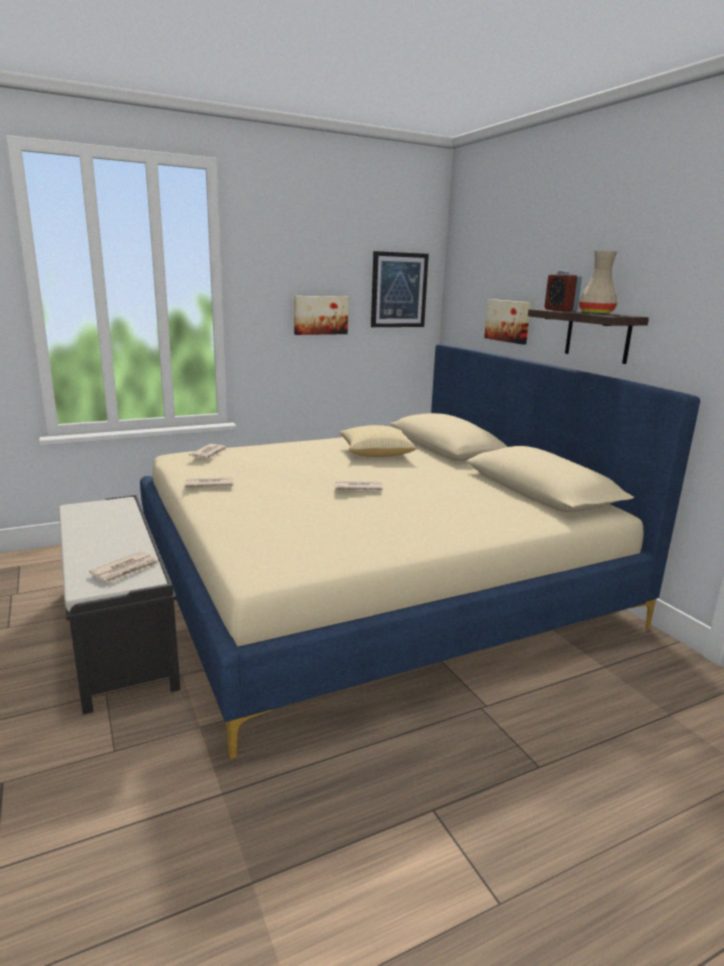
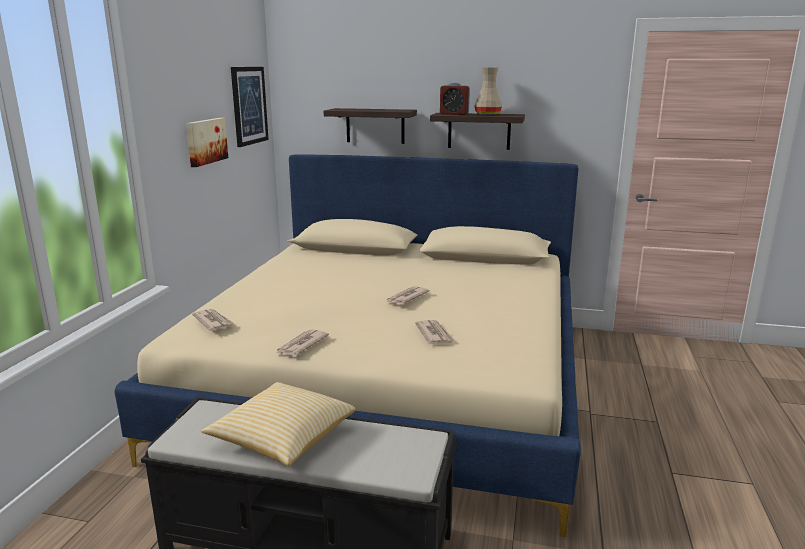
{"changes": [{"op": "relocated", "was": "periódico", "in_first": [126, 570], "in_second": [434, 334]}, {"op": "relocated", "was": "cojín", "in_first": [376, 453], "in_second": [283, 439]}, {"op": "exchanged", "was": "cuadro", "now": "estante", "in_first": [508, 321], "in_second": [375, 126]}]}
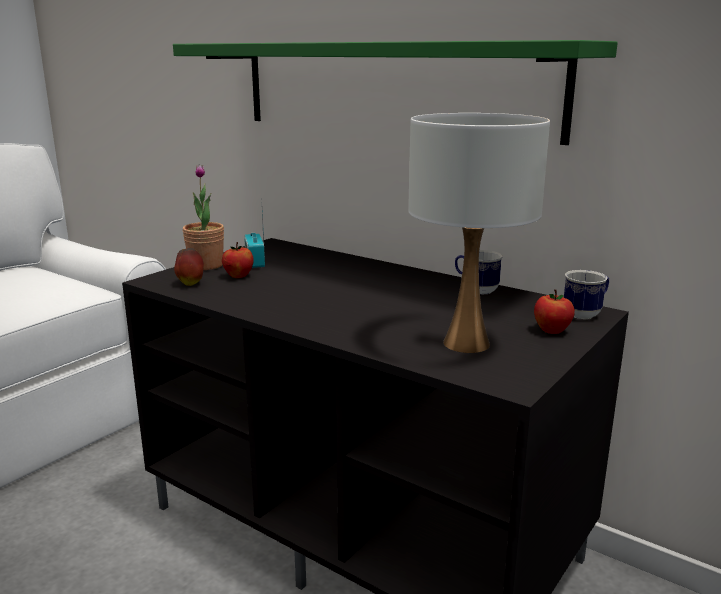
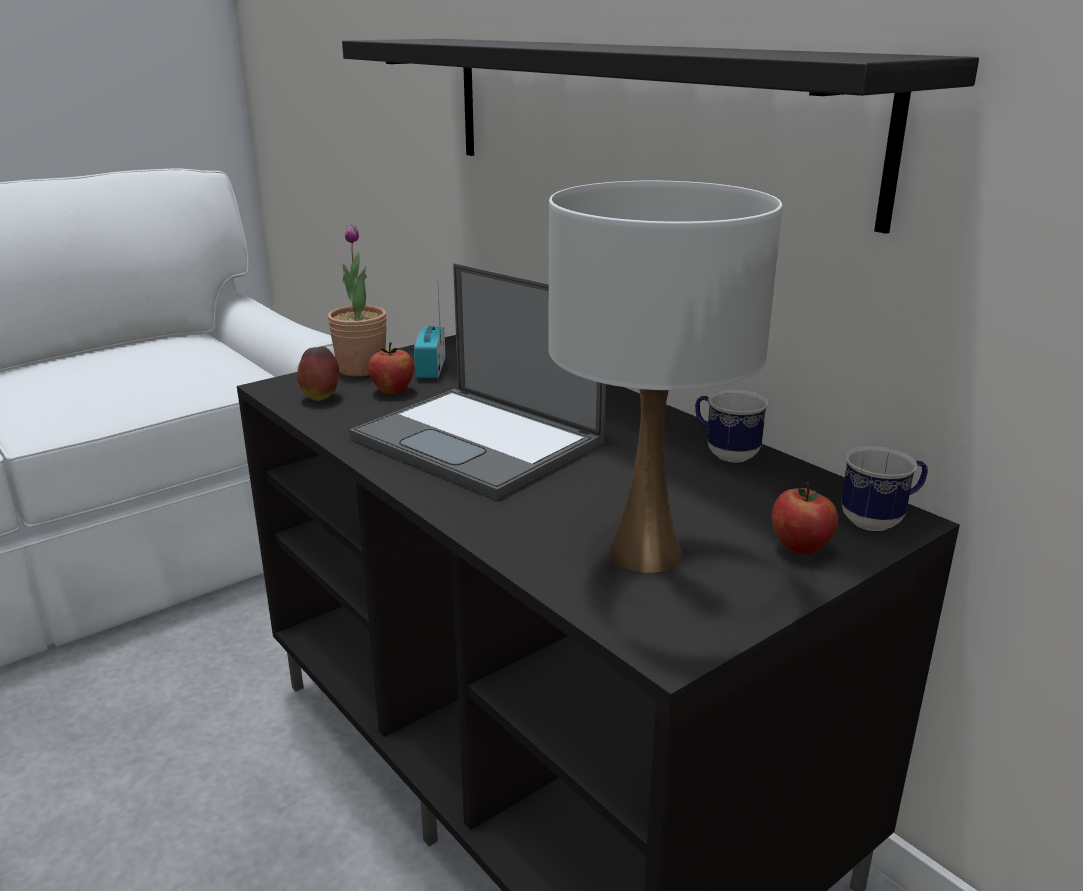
{"changes": [{"op": "appeared", "now": "portátil", "in_second": [480, 441]}, {"op": "colour", "was": "estante [verde]", "now": "estante [negro]", "in_first": [389, 87], "in_second": [636, 117]}]}
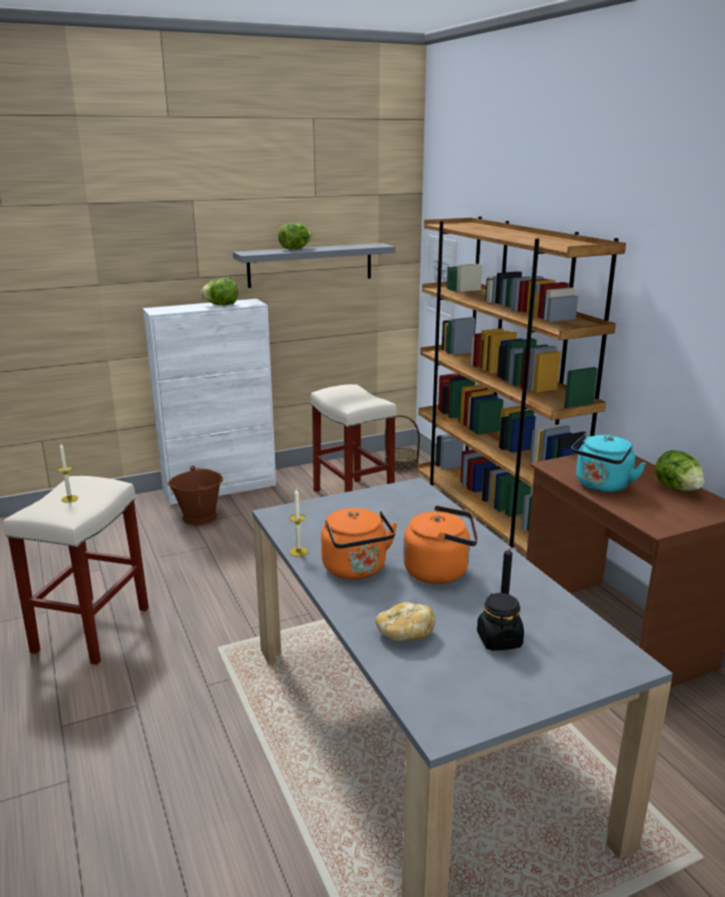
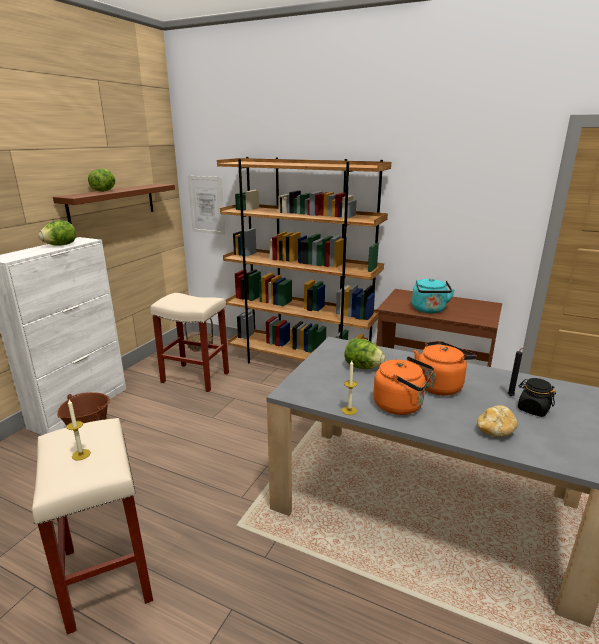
{"changes": [{"op": "relocated", "was": "lechuga", "in_first": [677, 489], "in_second": [362, 367]}, {"op": "colour", "was": "estante [gris]", "now": "estante [marrón]", "in_first": [310, 265], "in_second": [112, 204]}]}
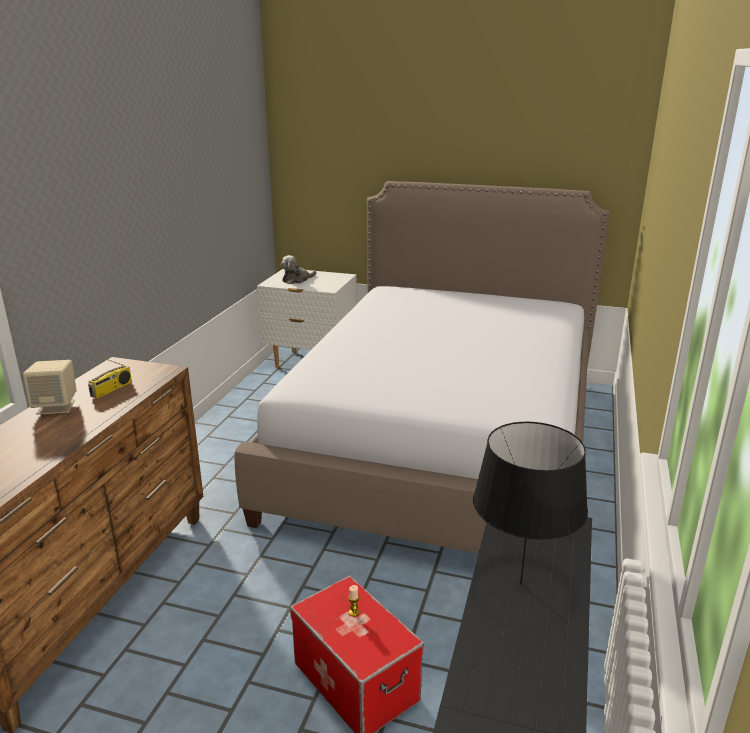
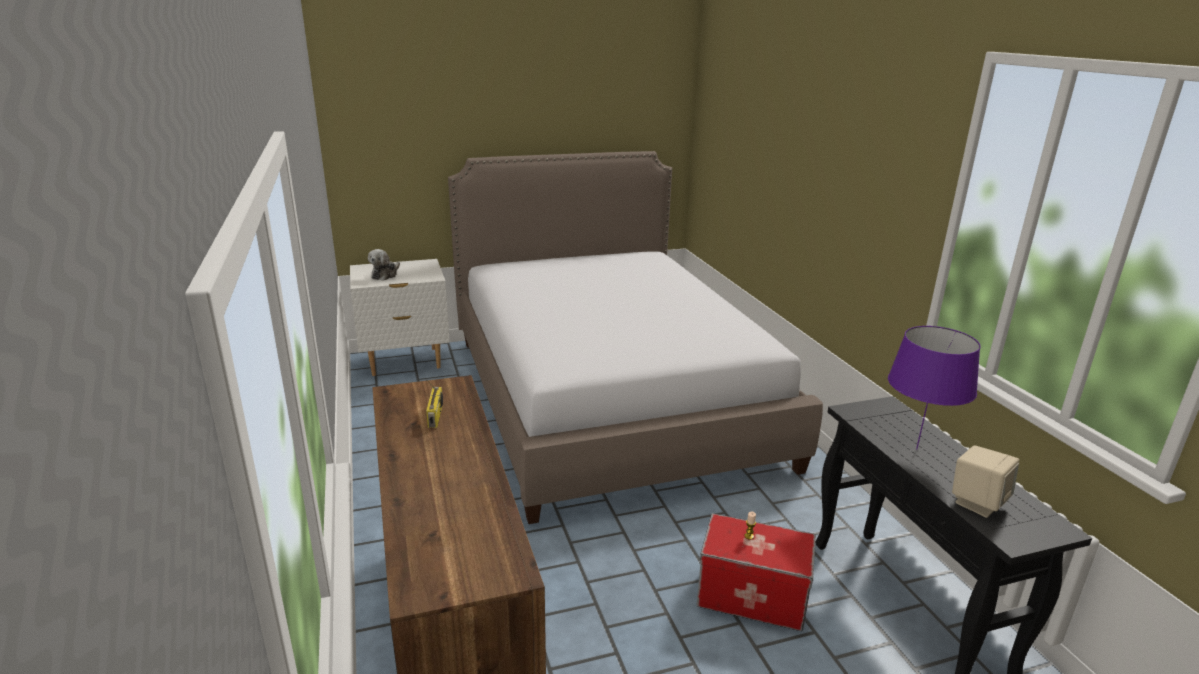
{"changes": [{"op": "relocated", "was": "altavoz [beis]", "in_first": [56, 407], "in_second": [977, 502]}, {"op": "colour", "was": "lámpara de mesa [negro]", "now": "lámpara de mesa [morado]", "in_first": [521, 584], "in_second": [917, 449]}]}
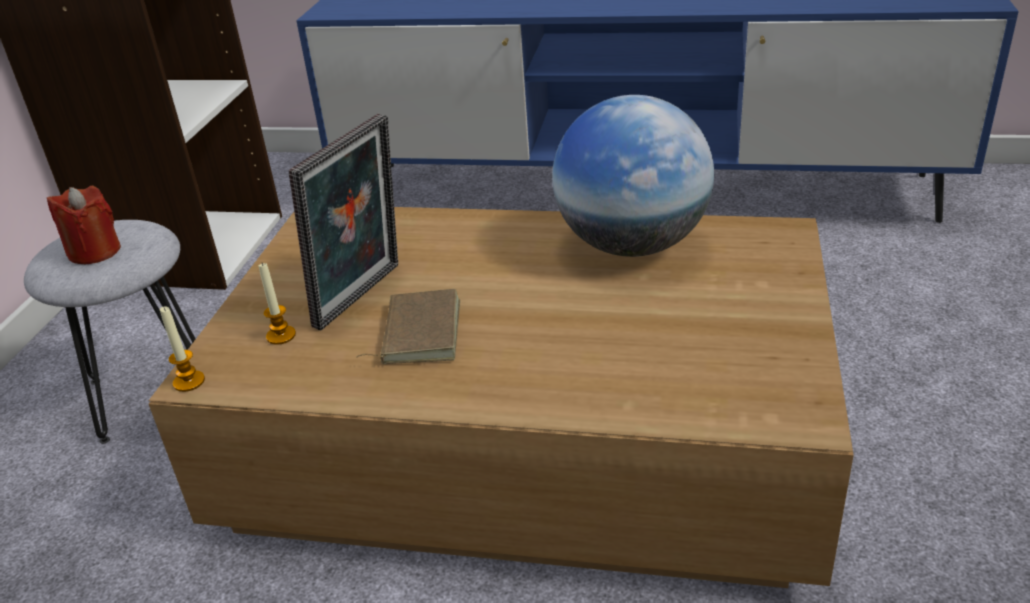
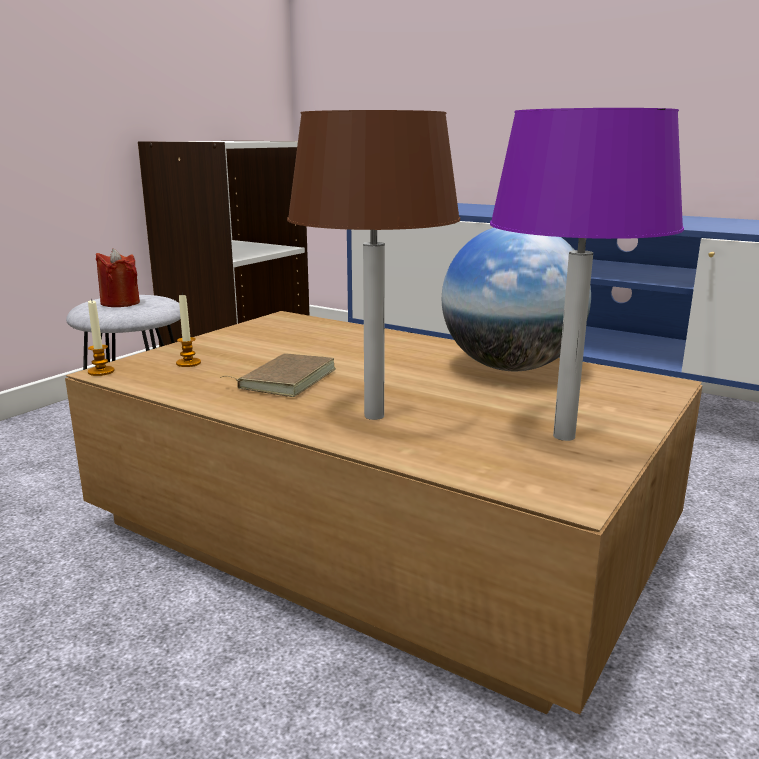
{"changes": [{"op": "missing", "was": "portarretratos", "in_first": [363, 297]}, {"op": "appeared", "now": "lámpara de mesa [marrón]", "in_second": [373, 416]}, {"op": "appeared", "now": "lámpara de mesa [morado]", "in_second": [564, 436]}]}
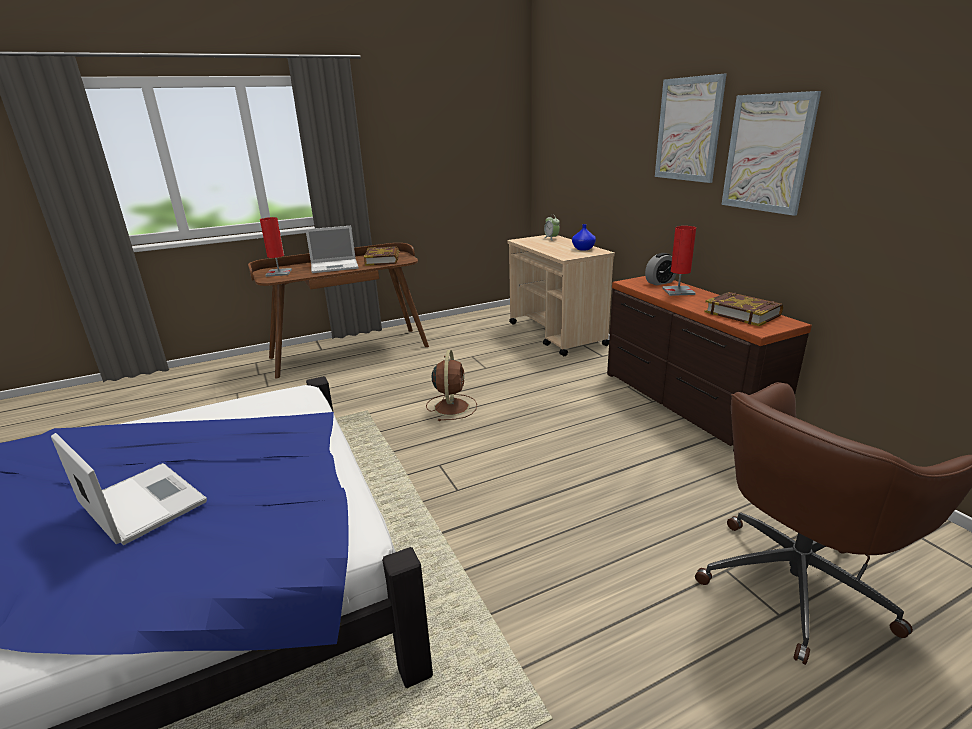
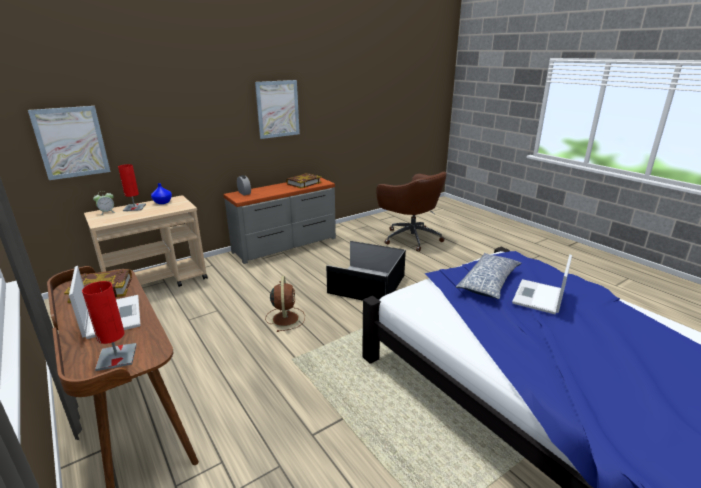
{"changes": [{"op": "appeared", "now": "caja de almacenaje [negro]", "in_second": [367, 283]}, {"op": "appeared", "now": "cojín", "in_second": [489, 282]}, {"op": "relocated", "was": "cuadro", "in_first": [688, 129], "in_second": [71, 142]}, {"op": "relocated", "was": "lámpara de mesa [rojo]", "in_first": [678, 291], "in_second": [134, 208]}, {"op": "colour", "was": "cómoda [marrón]", "now": "cómoda [gris]", "in_first": [683, 403], "in_second": [286, 245]}, {"op": "spun", "was": "ventilador [marrón]", "in_first": [451, 406], "in_second": [285, 318], "clockwise": 90}]}
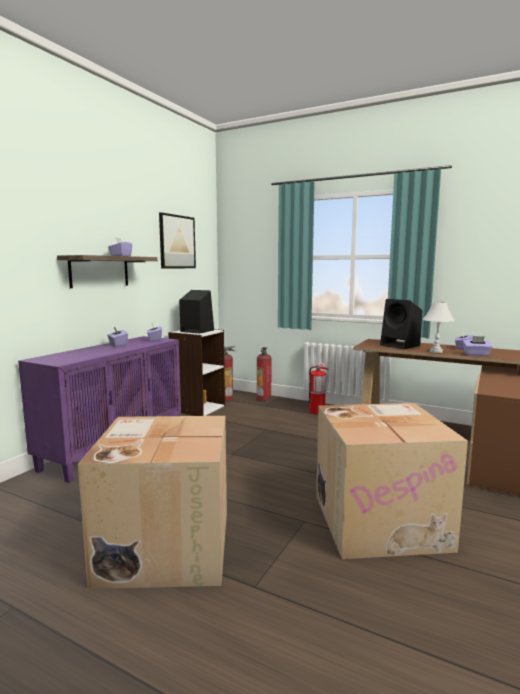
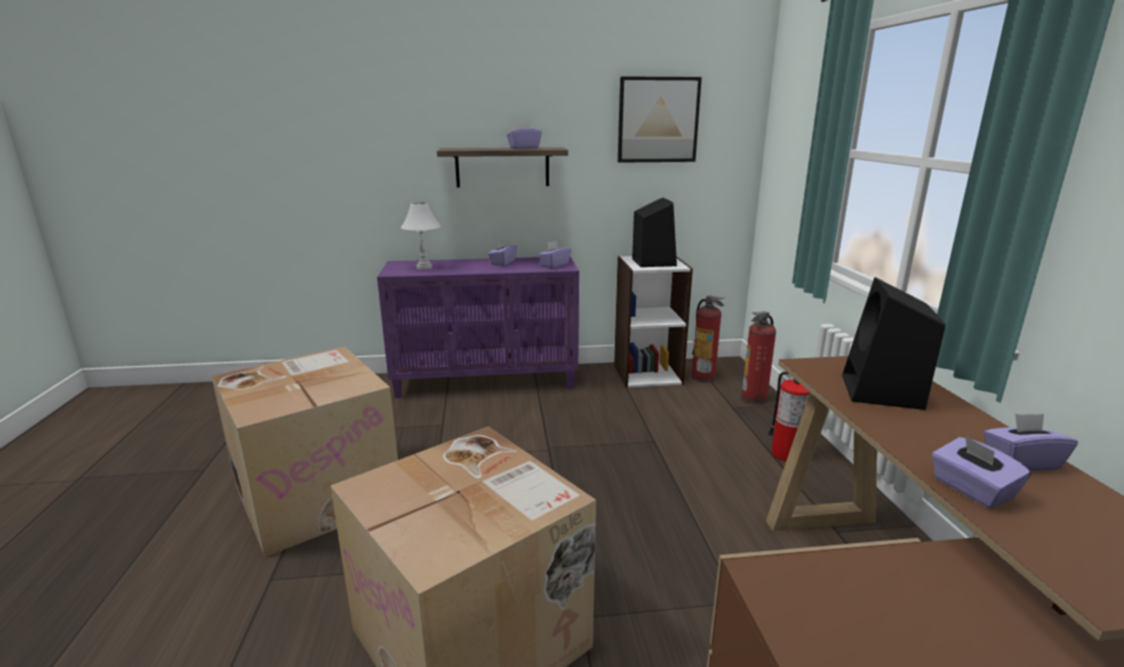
{"changes": [{"op": "relocated", "was": "lámpara de mesa [blanco]", "in_first": [436, 351], "in_second": [424, 267]}]}
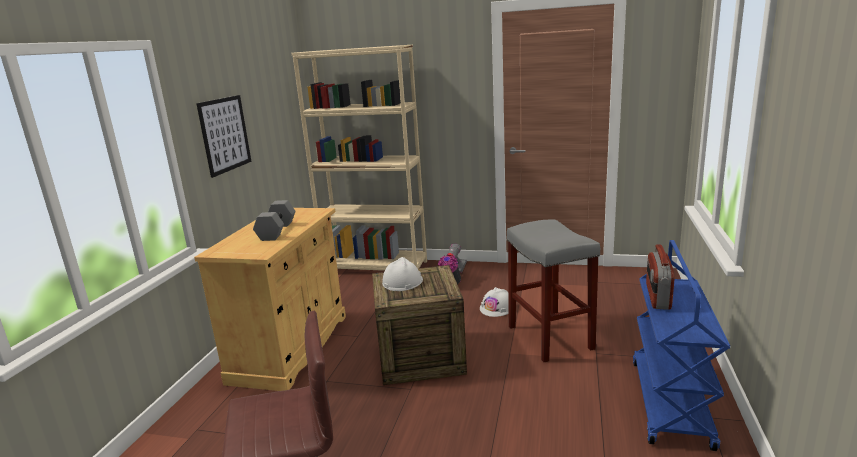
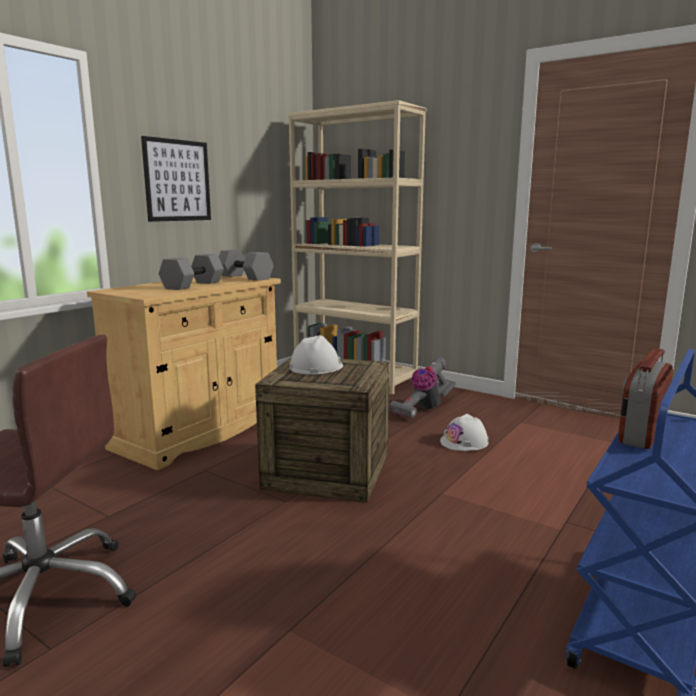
{"changes": [{"op": "missing", "was": "taburete [gris]", "in_first": [548, 337]}, {"op": "appeared", "now": "mancuerna [gris]", "in_second": [244, 277]}]}
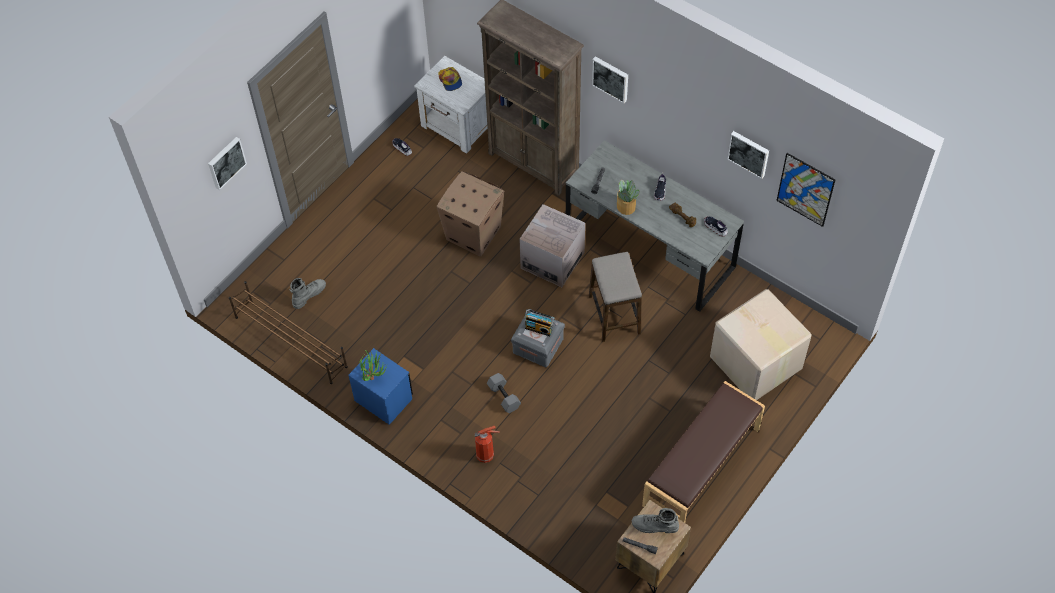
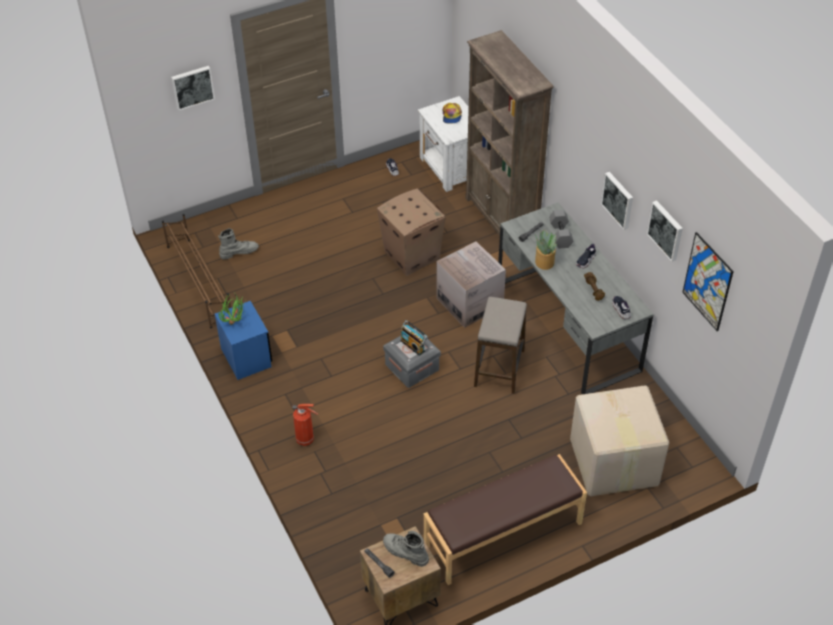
{"changes": [{"op": "relocated", "was": "mancuerna [gris]", "in_first": [503, 397], "in_second": [559, 234]}, {"op": "relocated", "was": "cuadro", "in_first": [611, 78], "in_second": [618, 200]}]}
